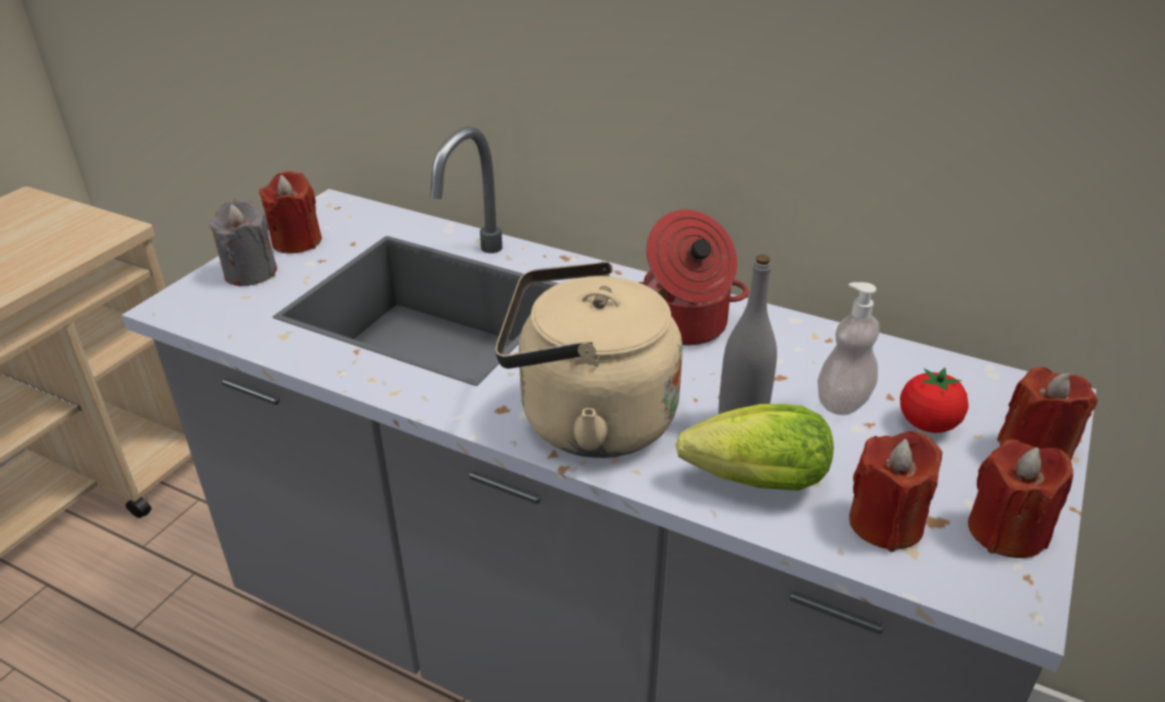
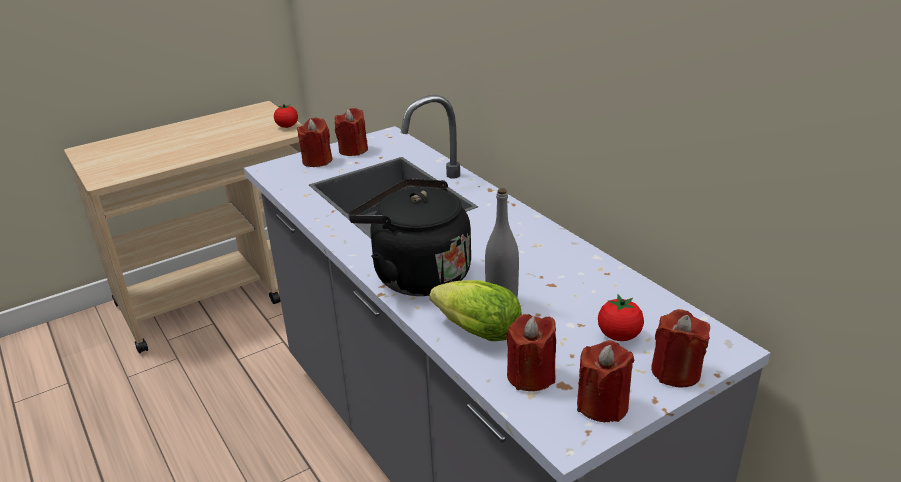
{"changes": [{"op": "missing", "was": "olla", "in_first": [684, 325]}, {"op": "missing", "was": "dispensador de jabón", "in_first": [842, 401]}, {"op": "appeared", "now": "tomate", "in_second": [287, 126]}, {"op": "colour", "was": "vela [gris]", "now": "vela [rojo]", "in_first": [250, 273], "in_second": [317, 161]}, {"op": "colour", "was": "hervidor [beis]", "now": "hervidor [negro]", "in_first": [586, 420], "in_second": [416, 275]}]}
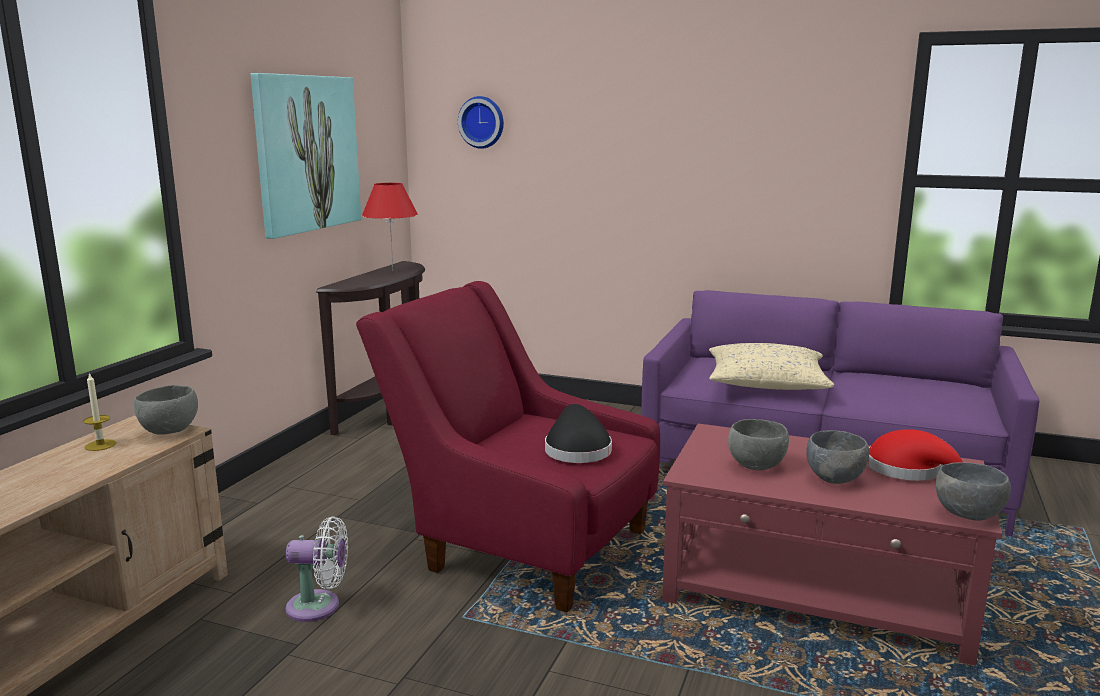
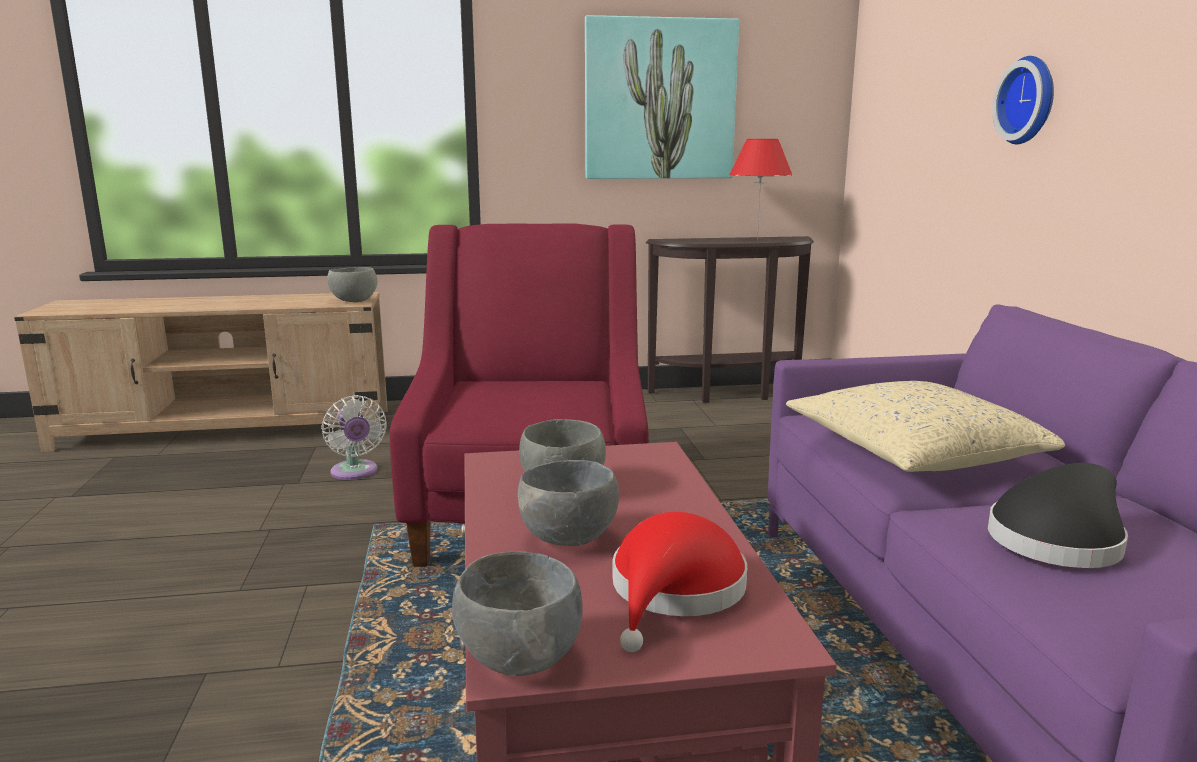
{"changes": [{"op": "missing", "was": "vela", "in_first": [100, 445]}, {"op": "relocated", "was": "reloj de pared", "in_first": [482, 122], "in_second": [1030, 100]}, {"op": "relocated", "was": "sombrero [negro]", "in_first": [576, 449], "in_second": [1058, 540]}]}
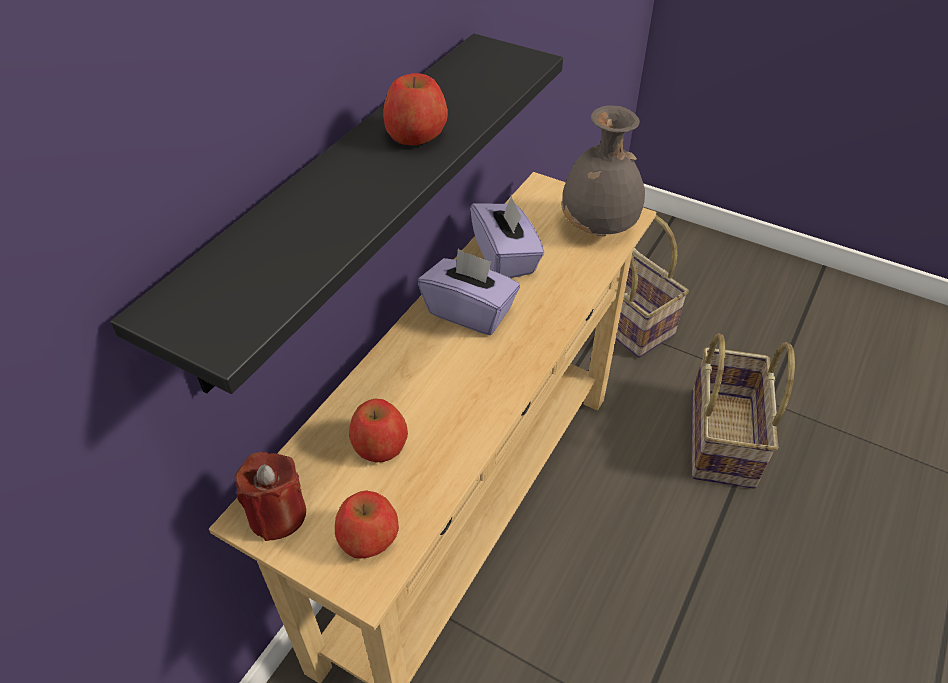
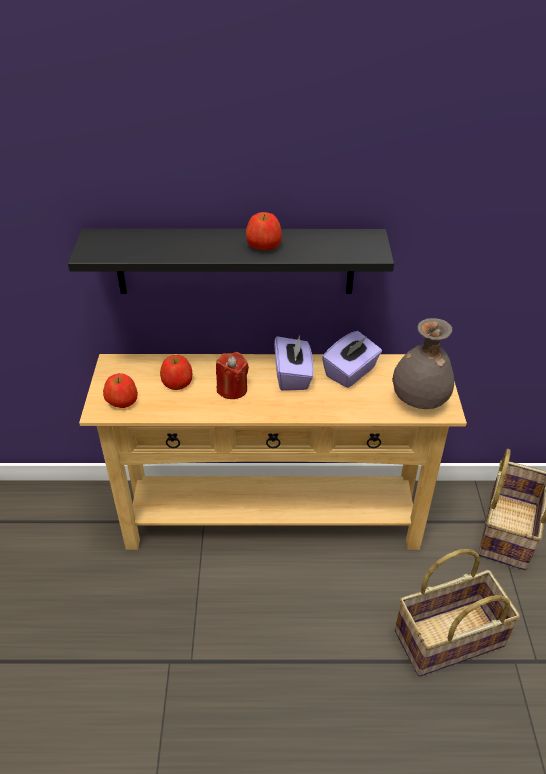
{"changes": [{"op": "relocated", "was": "vela [rojo]", "in_first": [277, 514], "in_second": [232, 389]}]}
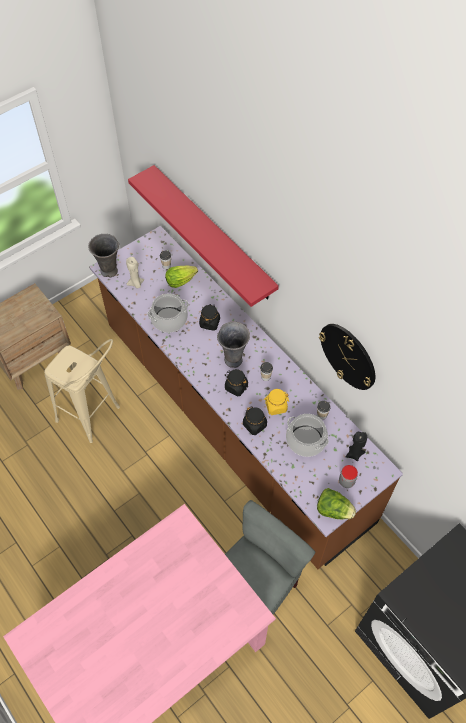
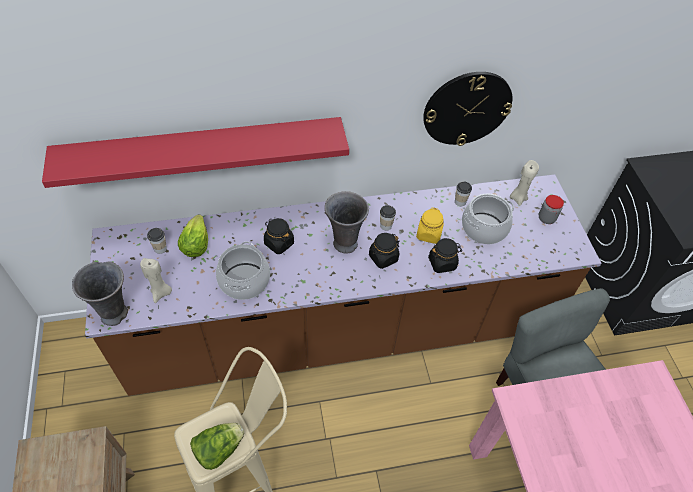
{"changes": [{"op": "relocated", "was": "lechuga", "in_first": [333, 510], "in_second": [219, 449]}, {"op": "colour", "was": "vela [negro]", "now": "vela [beis]", "in_first": [354, 454], "in_second": [518, 198]}]}
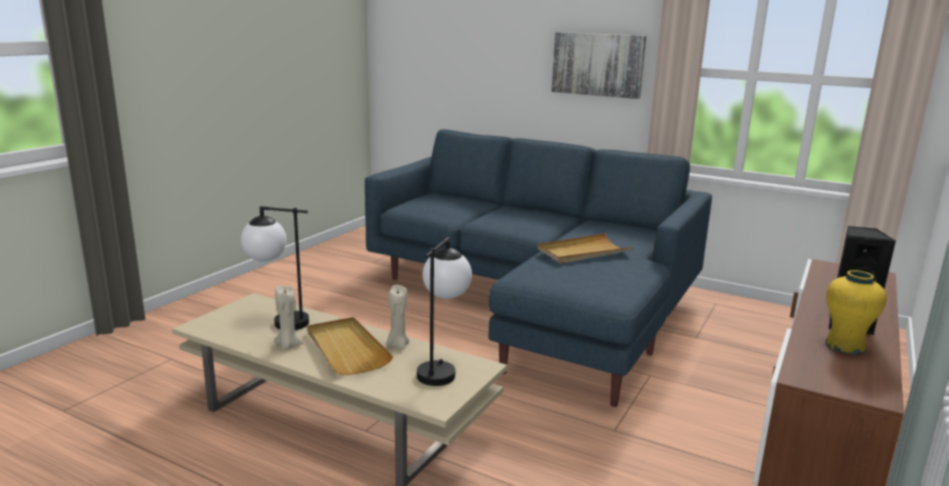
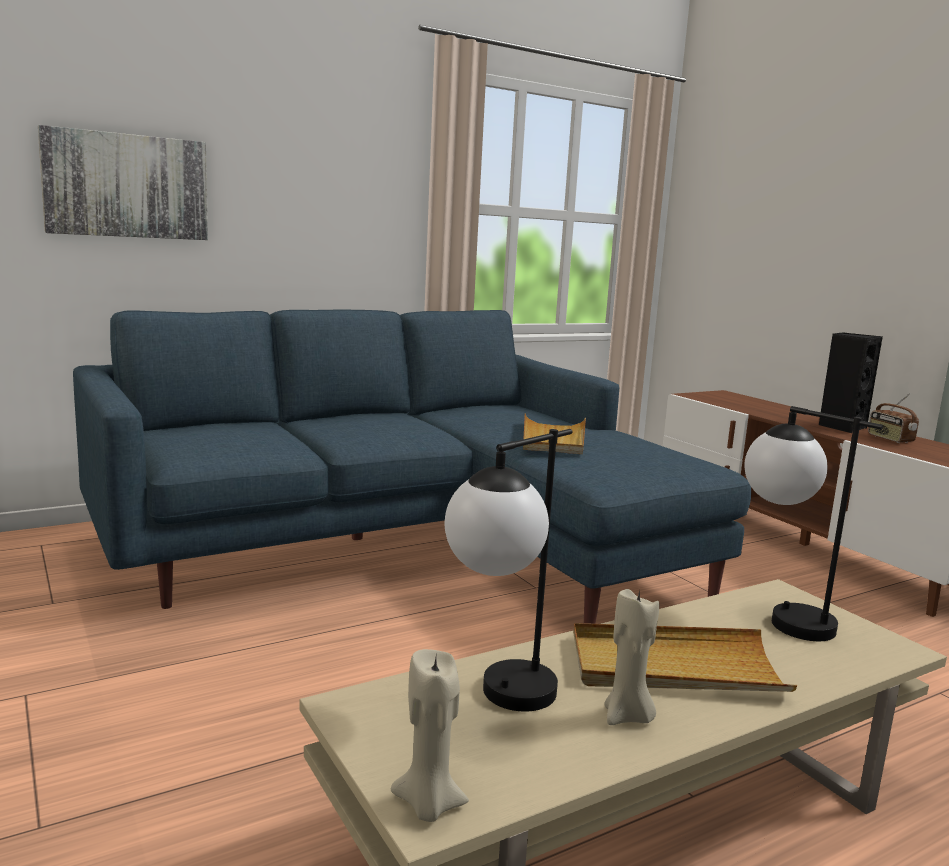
{"changes": [{"op": "relocated", "was": "vela [beis]", "in_first": [397, 345], "in_second": [428, 805]}, {"op": "relocated", "was": "cuadro", "in_first": [597, 64], "in_second": [127, 186]}, {"op": "exchanged", "was": "florero [amarillo]", "now": "radio", "in_first": [844, 346], "in_second": [889, 439]}]}
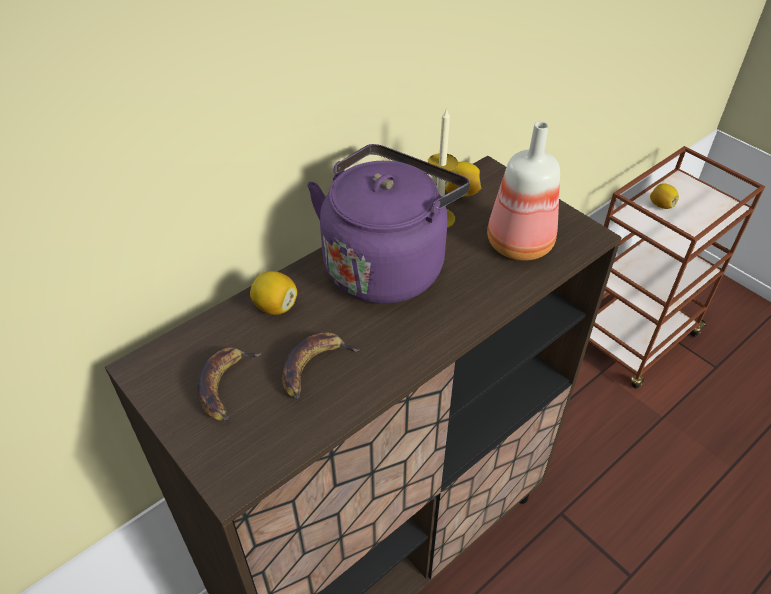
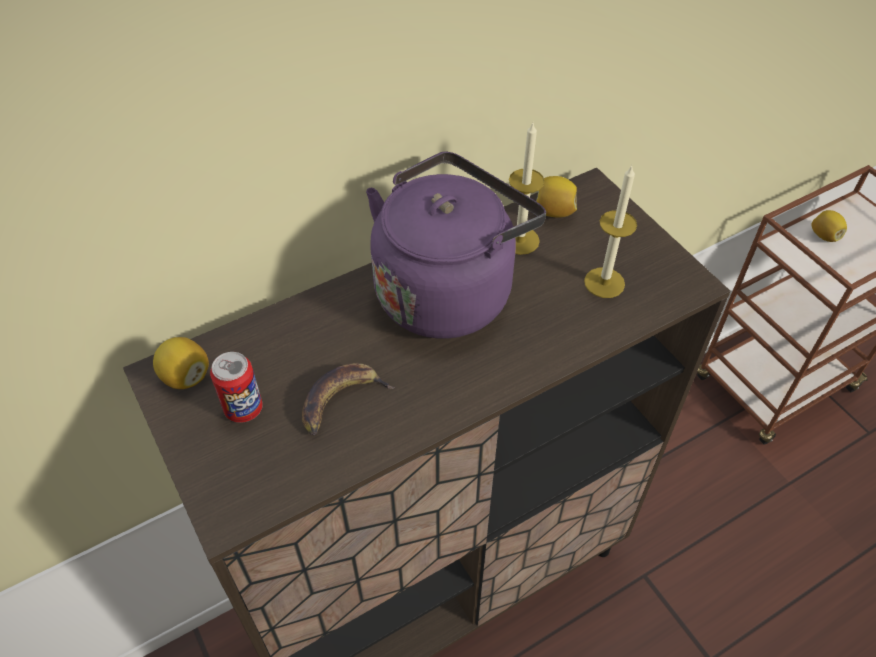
{"changes": [{"op": "relocated", "was": "limón", "in_first": [275, 306], "in_second": [185, 376]}, {"op": "exchanged", "was": "plátano", "now": "lata", "in_first": [226, 386], "in_second": [243, 408]}, {"op": "exchanged", "was": "botella", "now": "vela", "in_first": [517, 243], "in_second": [604, 282]}]}
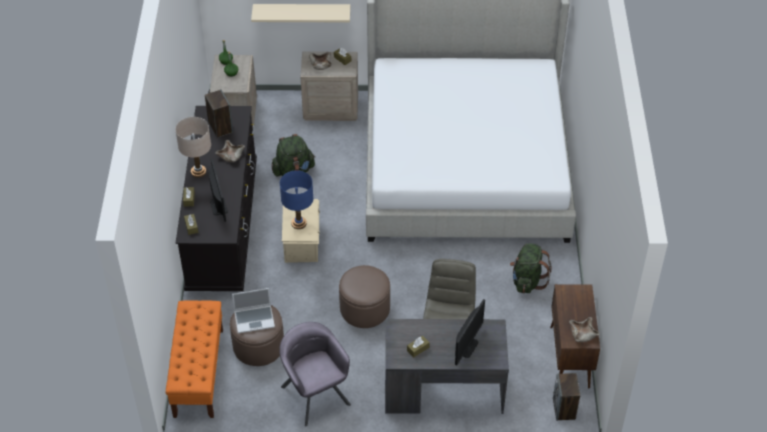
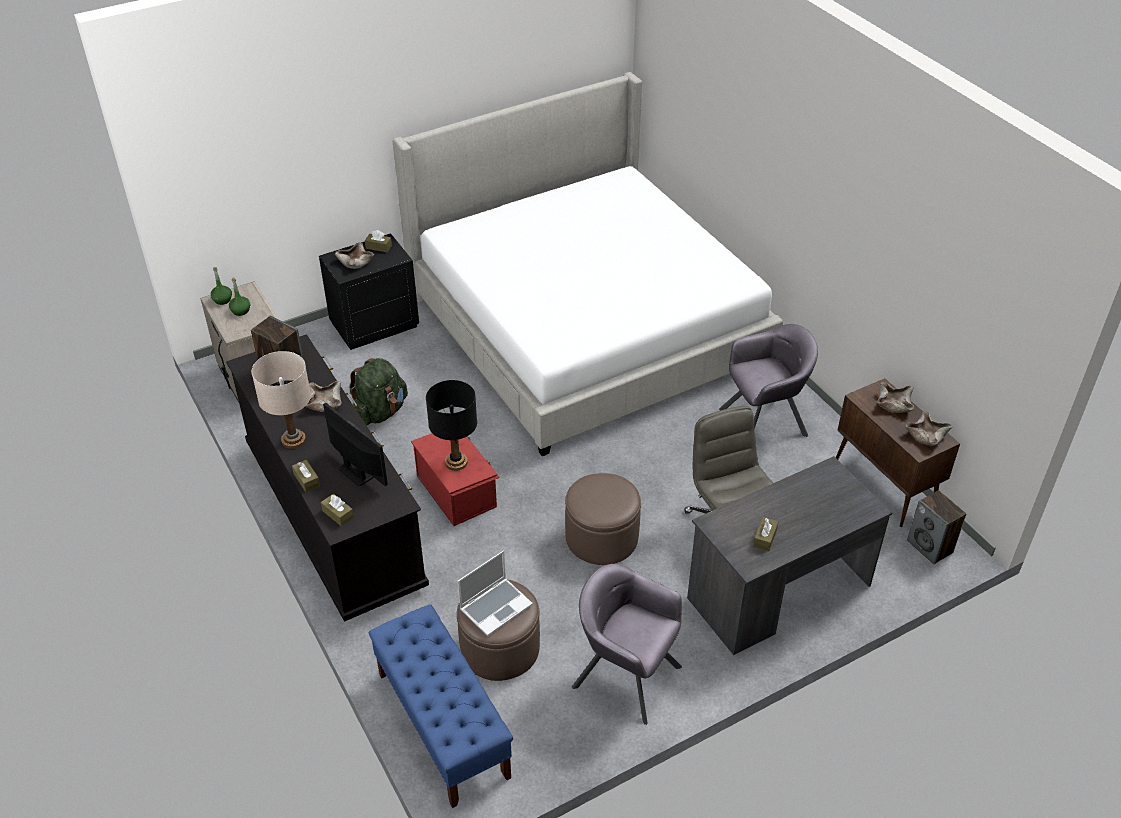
{"changes": [{"op": "missing", "was": "estante [beis]", "in_first": [302, 12]}, {"op": "missing", "was": "monitor", "in_first": [467, 347]}, {"op": "appeared", "now": "cuenco [beis]", "in_second": [894, 404]}, {"op": "exchanged", "was": "mochila [verde]", "now": "sillón [gris]", "in_first": [527, 280], "in_second": [764, 422]}, {"op": "colour", "was": "banco [naranja]", "now": "banco [azul]", "in_first": [198, 372], "in_second": [442, 724]}, {"op": "colour", "was": "lámpara de mesa [azul]", "now": "lámpara de mesa [negro]", "in_first": [298, 223], "in_second": [456, 462]}, {"op": "colour", "was": "caja de almacenaje [beis]", "now": "caja de almacenaje [rojo]", "in_first": [302, 241], "in_second": [457, 490]}, {"op": "colour", "was": "mesita de noche [beis]", "now": "mesita de noche [negro]", "in_first": [331, 108], "in_second": [374, 324]}]}
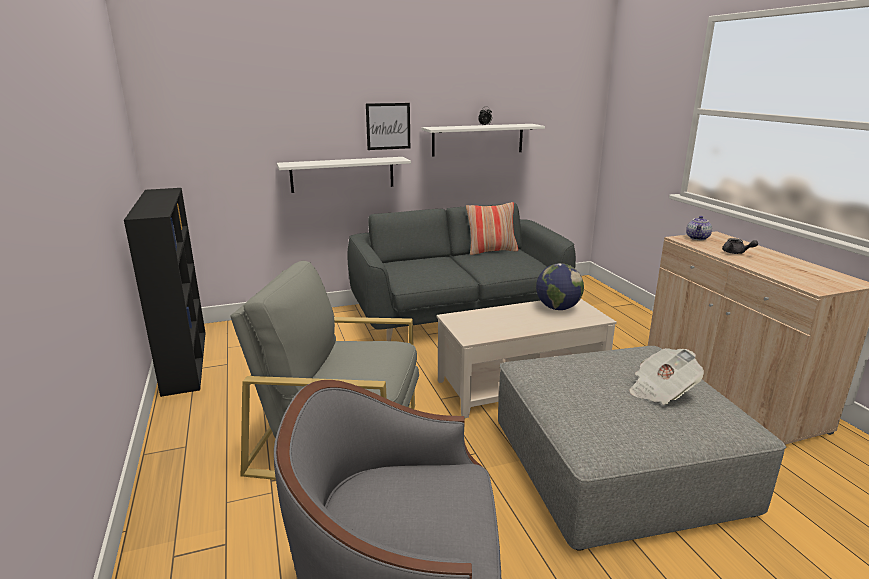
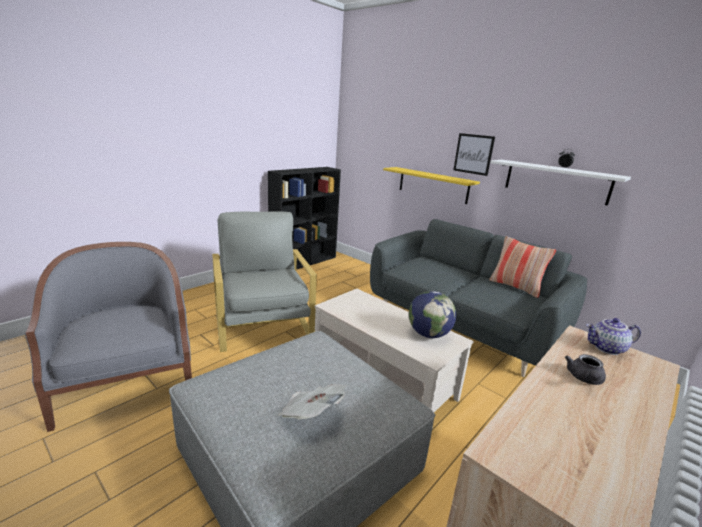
{"changes": [{"op": "colour", "was": "estante [blanco]", "now": "estante [amarillo]", "in_first": [342, 174], "in_second": [433, 185]}]}
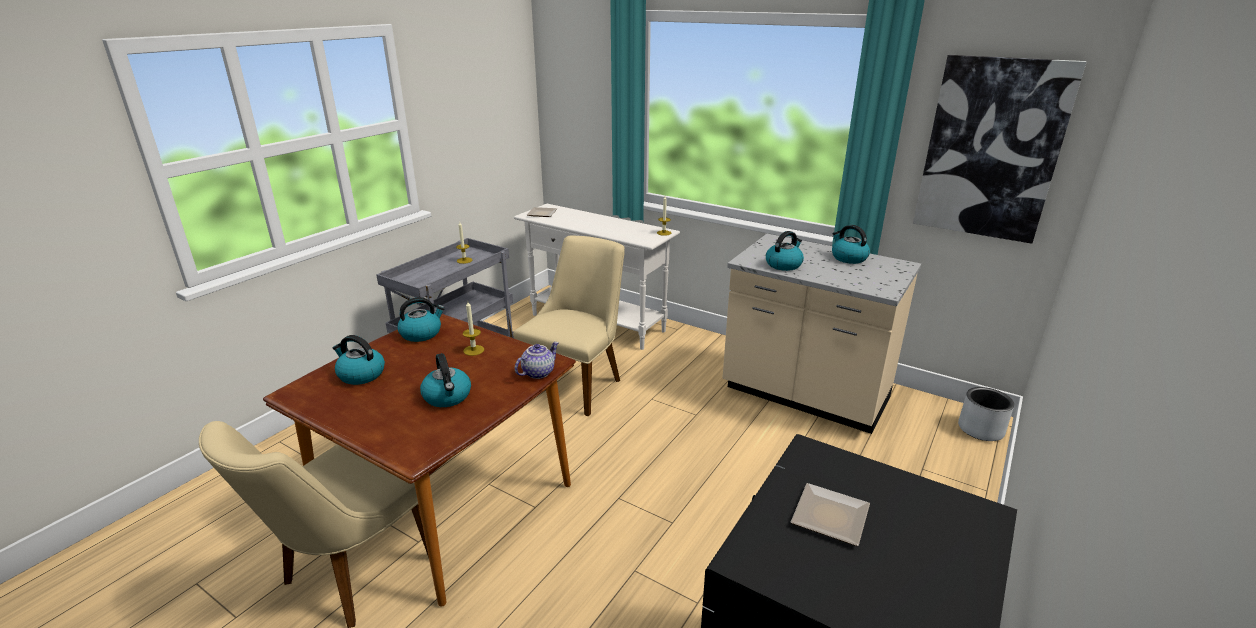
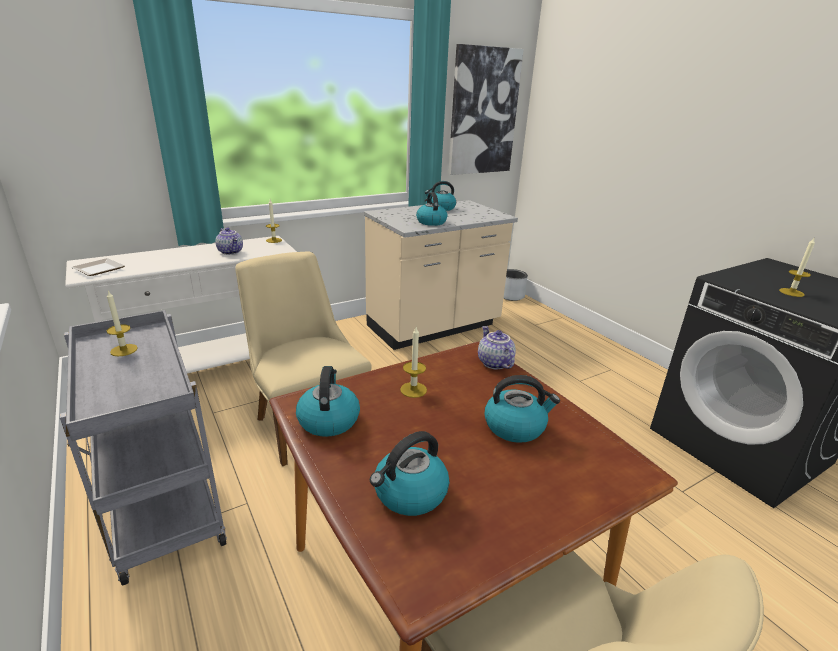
{"changes": [{"op": "appeared", "now": "tetera", "in_second": [231, 252]}, {"op": "exchanged", "was": "plato", "now": "vela", "in_first": [827, 518], "in_second": [791, 292]}]}
